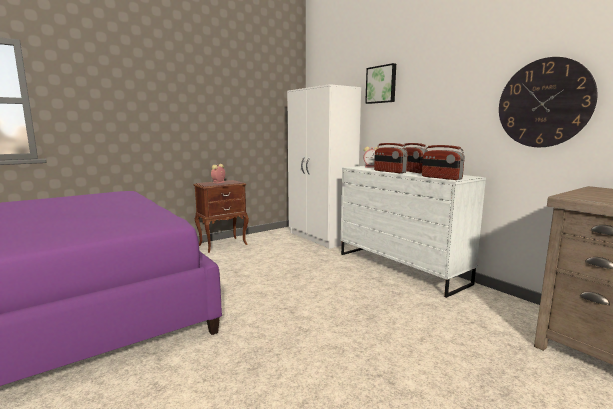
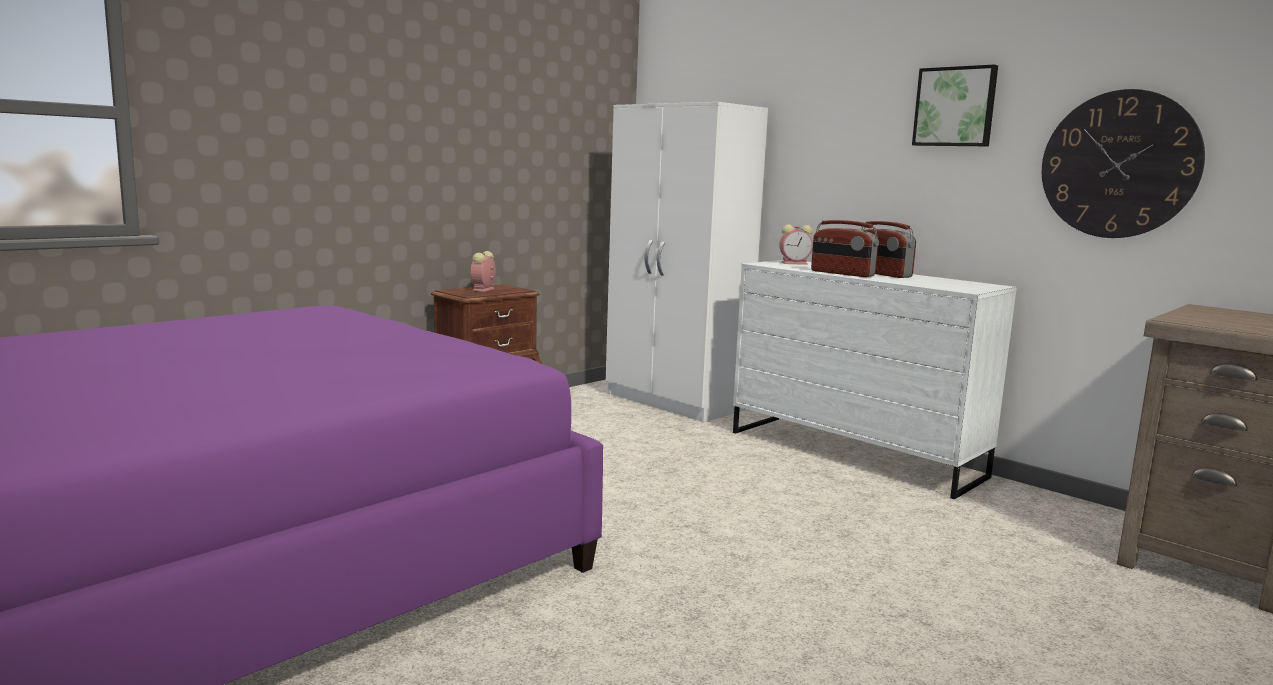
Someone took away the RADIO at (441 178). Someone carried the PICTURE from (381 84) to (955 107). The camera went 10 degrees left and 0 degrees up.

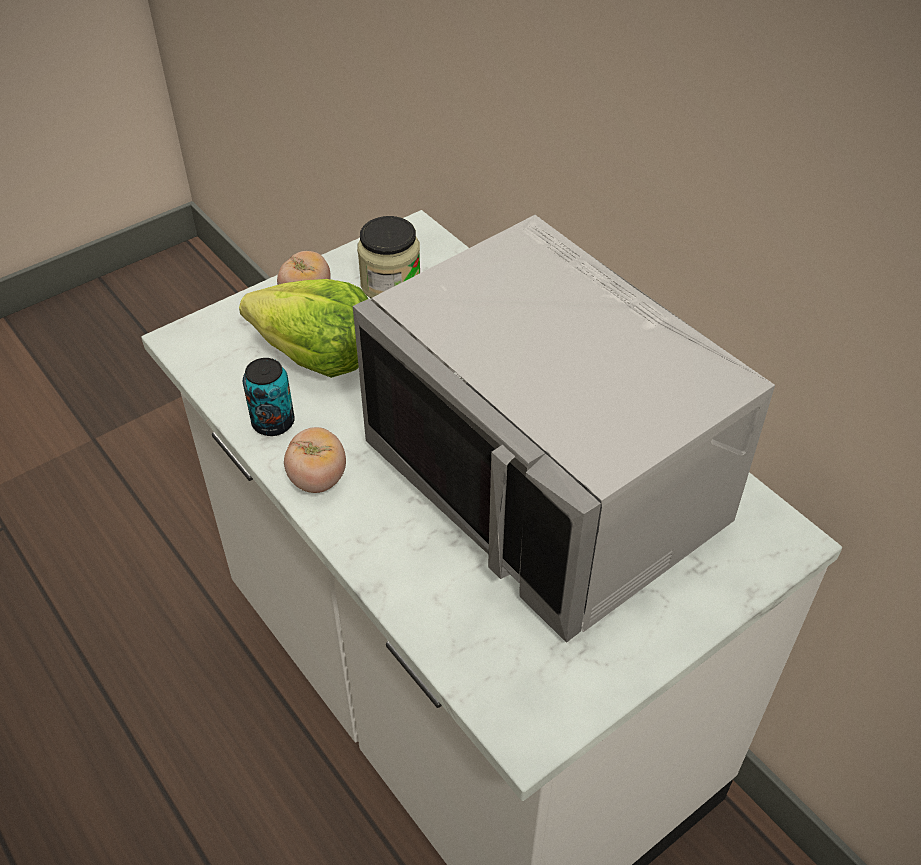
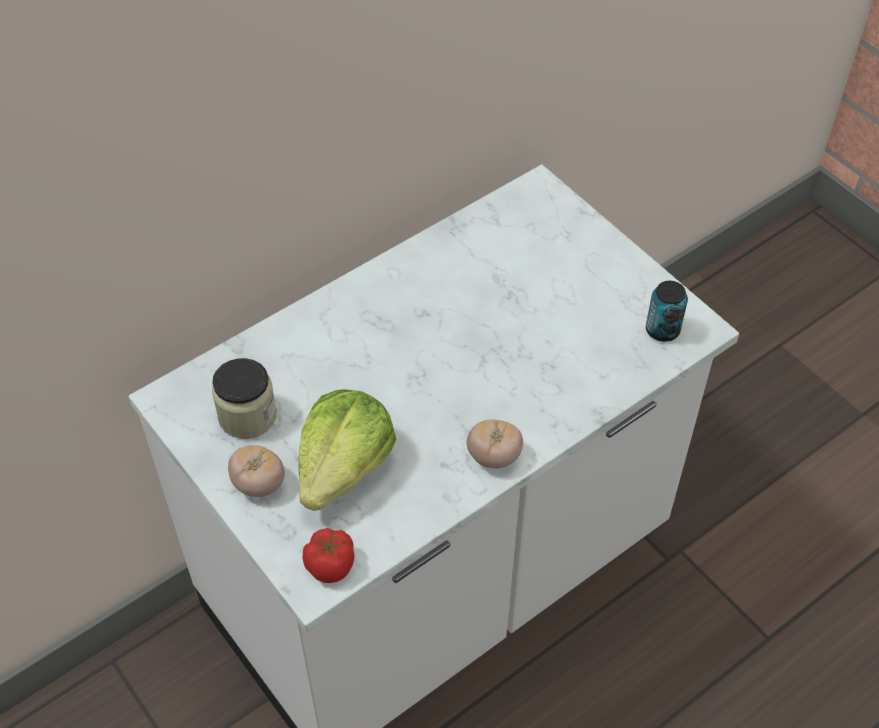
Someone took away the GREY MICROWAVE at (549 483). Someone put down the TOMATO at (331 564). Someone carried the CAN from (273 423) to (662 330). The camera went 90 degrees left and 5 degrees up.

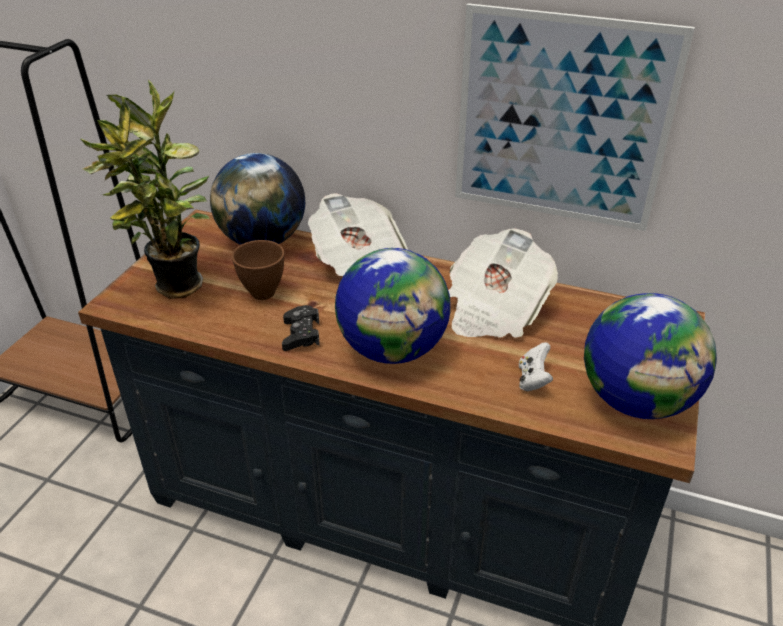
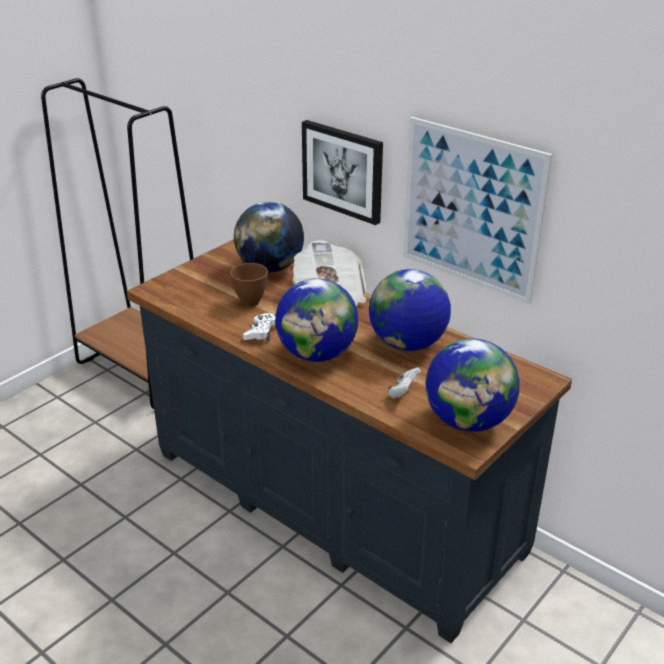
Someone took away the POTTED PLANT at (176 289). Someone put up the PICTURE at (343 171). Someone swapped the NEWSPAPER at (494 309) for the GLOBE at (407 344). Someone repainted the BLACK GAME CONTROLLER at (301 334), which became the WHITE GAME CONTROLLER at (261 332). The camera went 20 degrees right and 5 degrees down.

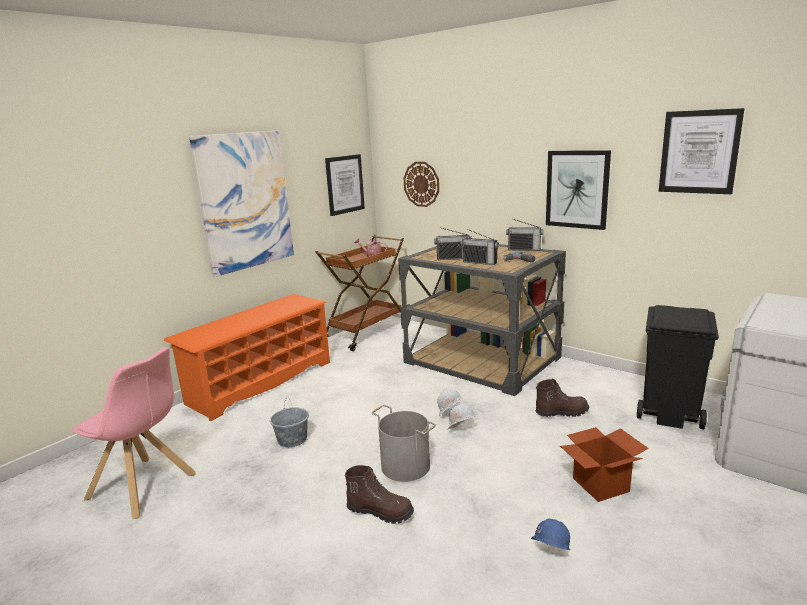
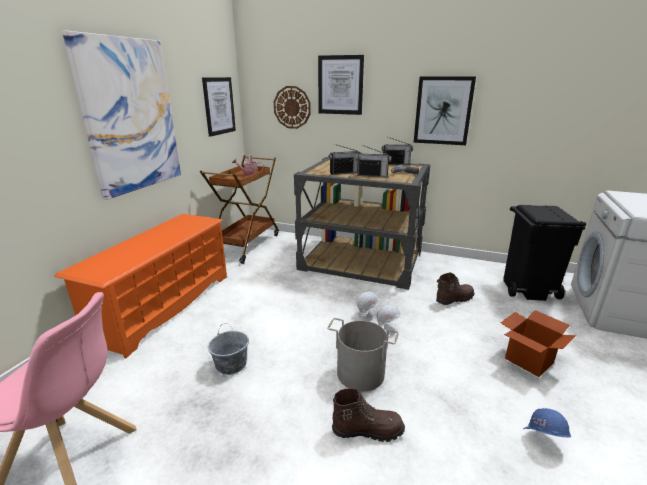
Someone carried the PICTURE from (699 152) to (340 85). The camera went 20 degrees left and 5 degrees up.

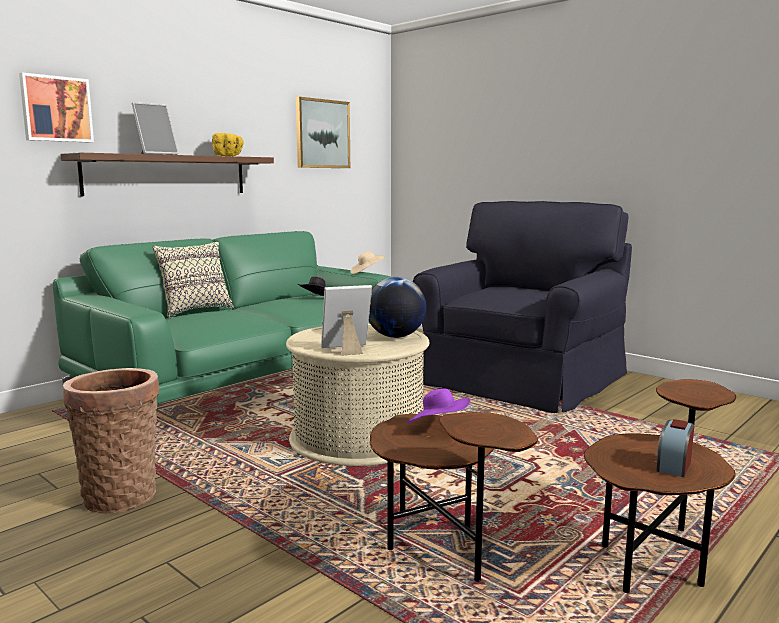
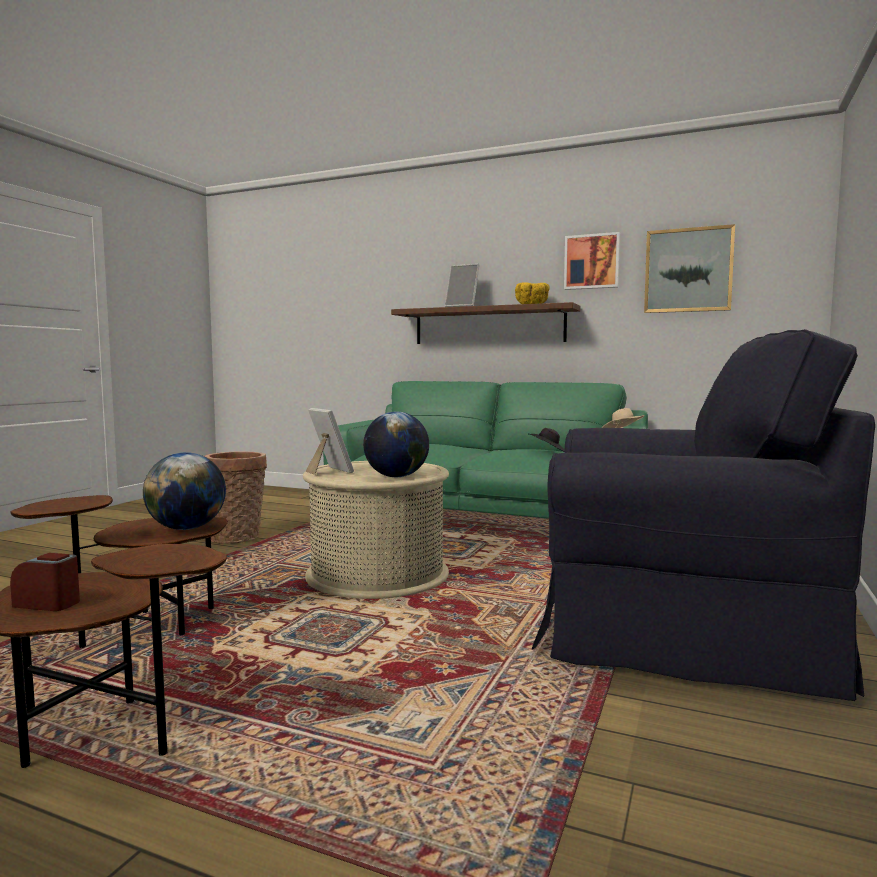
Someone took away the BEIGE PILLOW at (196 311). Someone carried the PICTURE from (56 109) to (592 262). Someone swapped the PURPLE HAT at (438 427) for the GLOBE at (187 528). The camera went 70 degrees right and 5 degrees down.

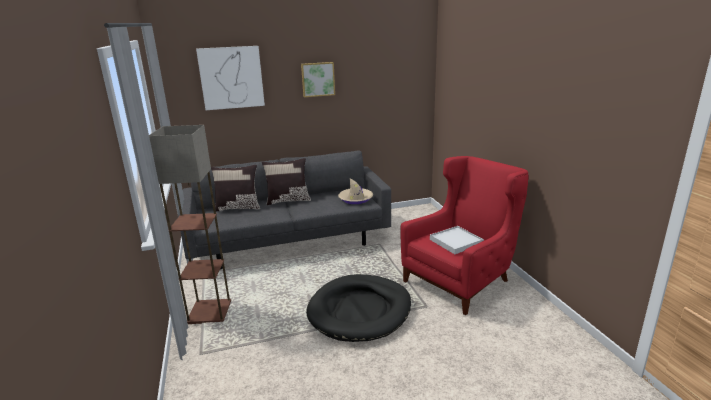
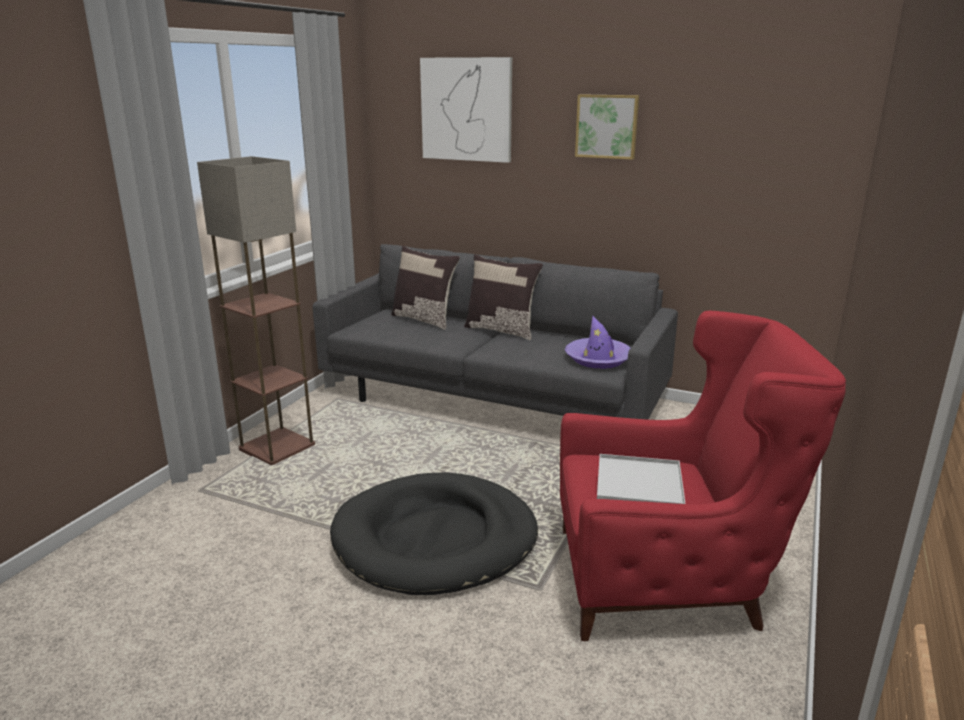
Someone repainted the BEIGE HAT at (355 199), which became the PURPLE HAT at (598 359). The camera went 40 degrees right and 0 degrees up.

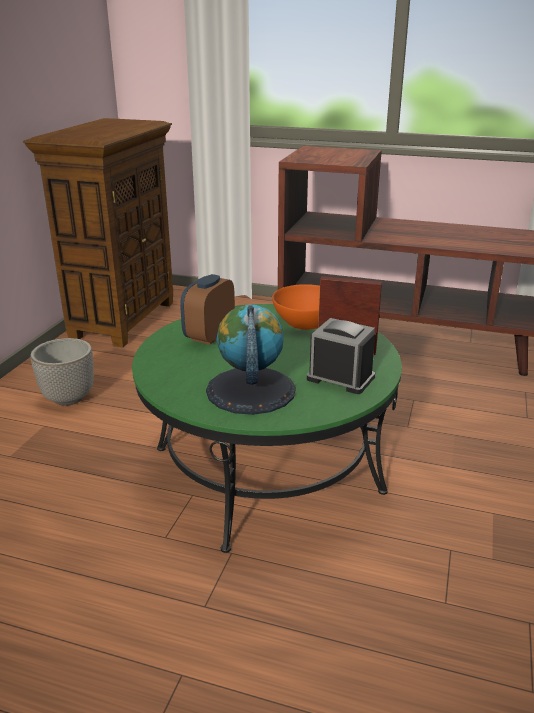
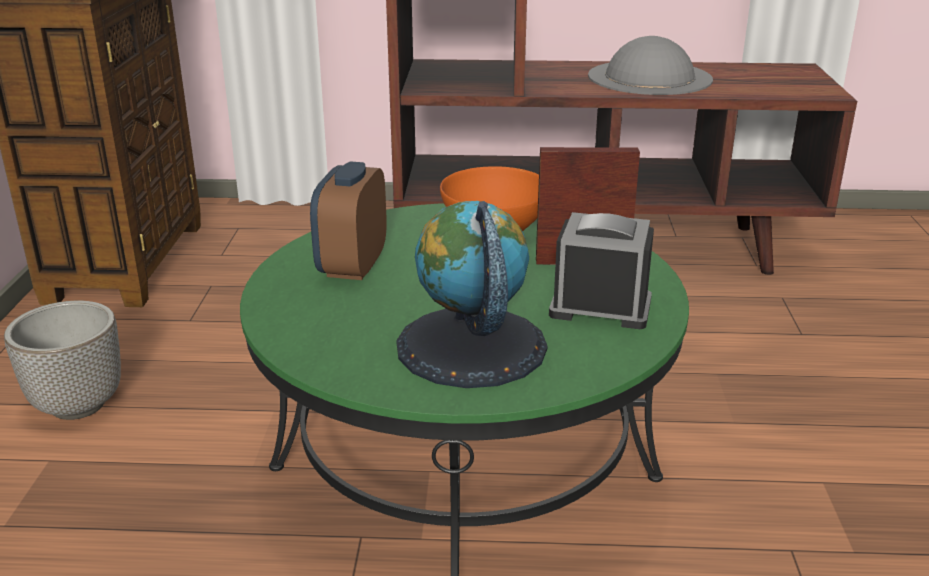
Someone put down the GREY HAT at (649 77). The camera went 15 degrees left and 0 degrees up.

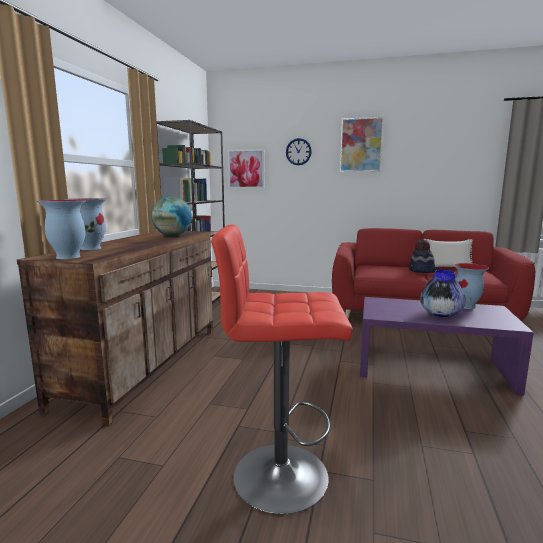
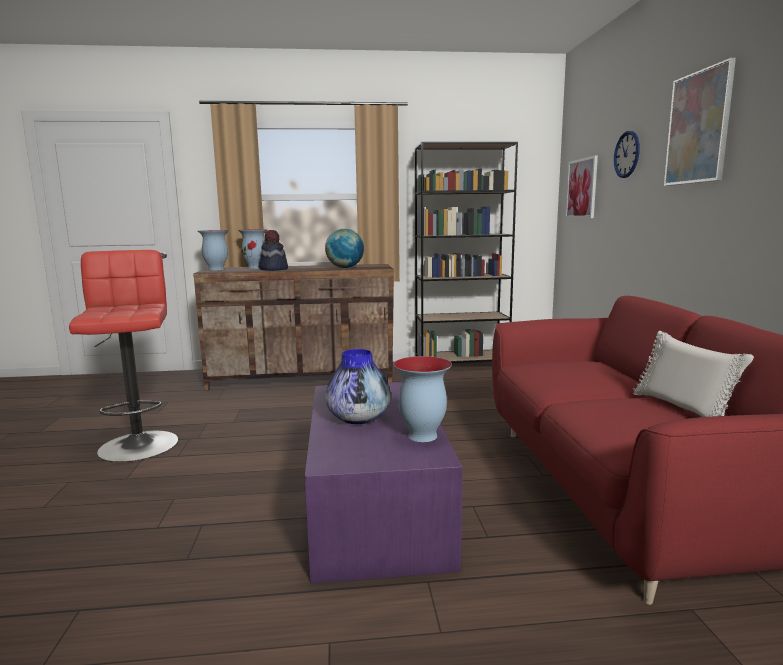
Someone carried the HAT from (421 271) to (273 269). The camera went 70 degrees right and 0 degrees up.

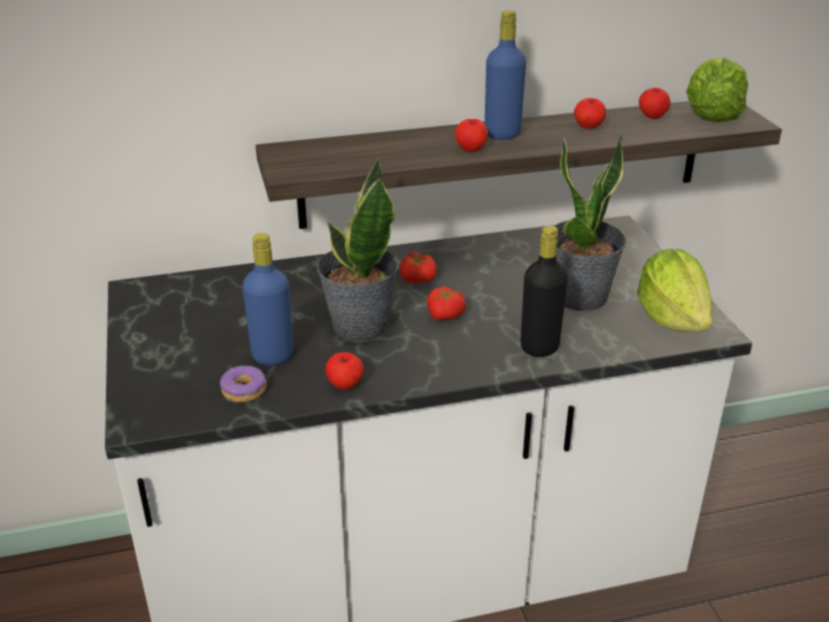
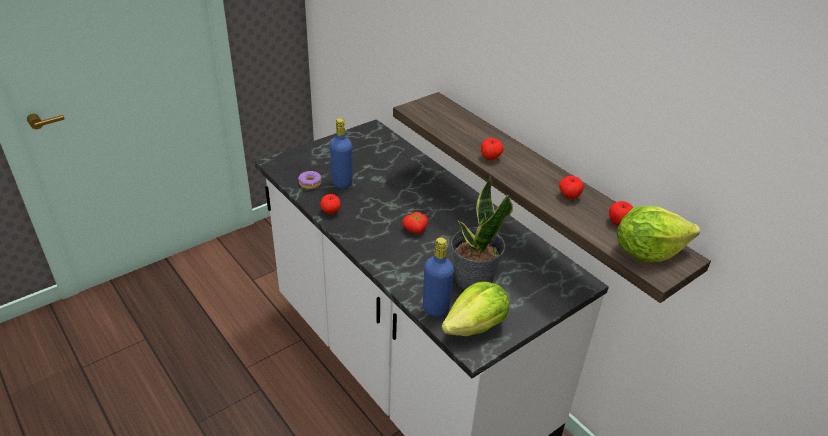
Someone took away the POTTED PLANT at (359 326). Someone took away the TOMATO at (416 279). Someone took away the BLACK BOTTLE at (539 347). Someone carried the BLUE BOTTLE from (502 134) to (435 309). The camera went 65 degrees right and 5 degrees up.

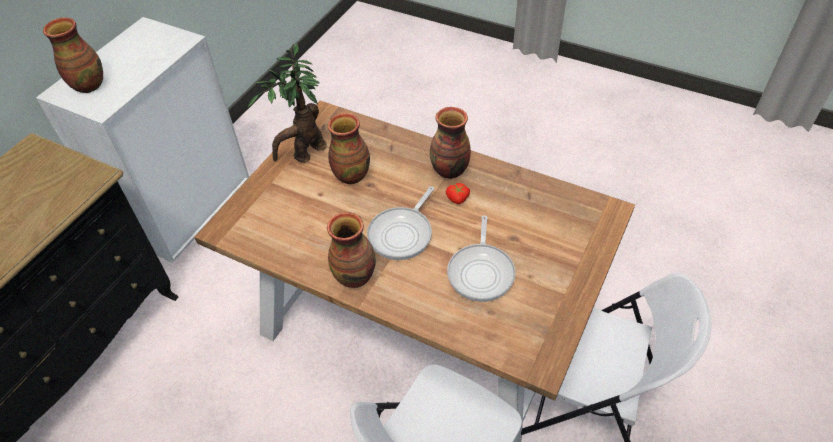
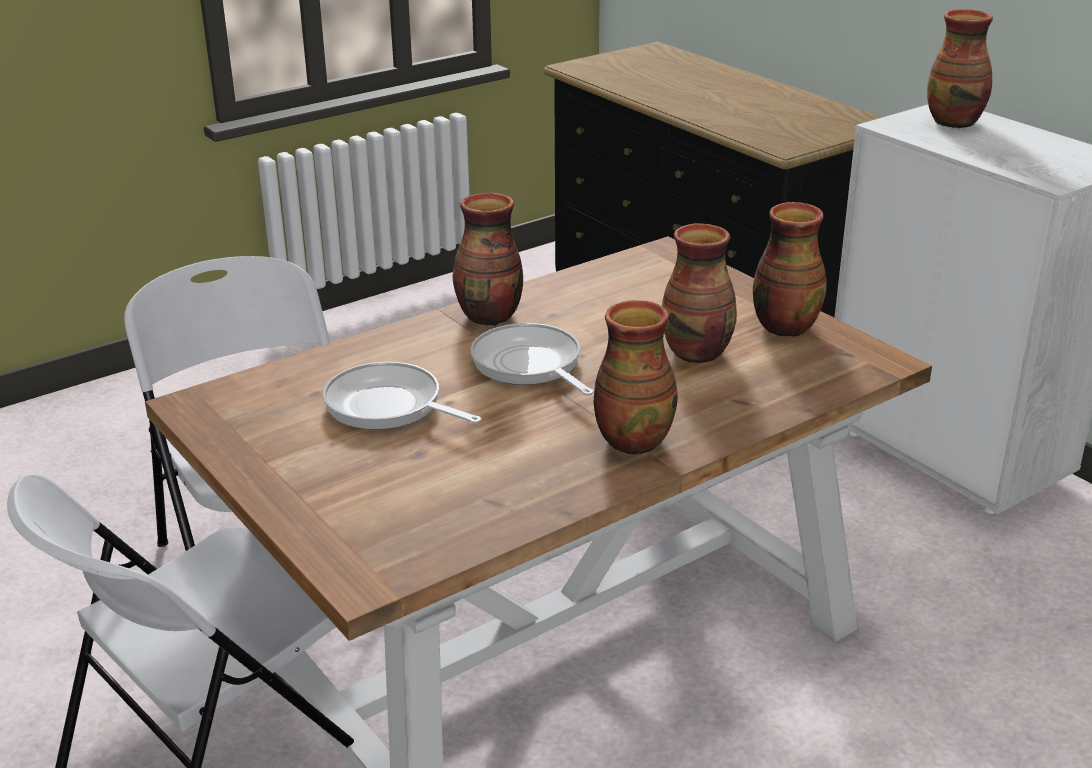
Someone took away the TOMATO at (457 199). Someone swapped the POTTED PLANT at (305 153) for the VASE at (784 327). The camera went 115 degrees right and 20 degrees down.

